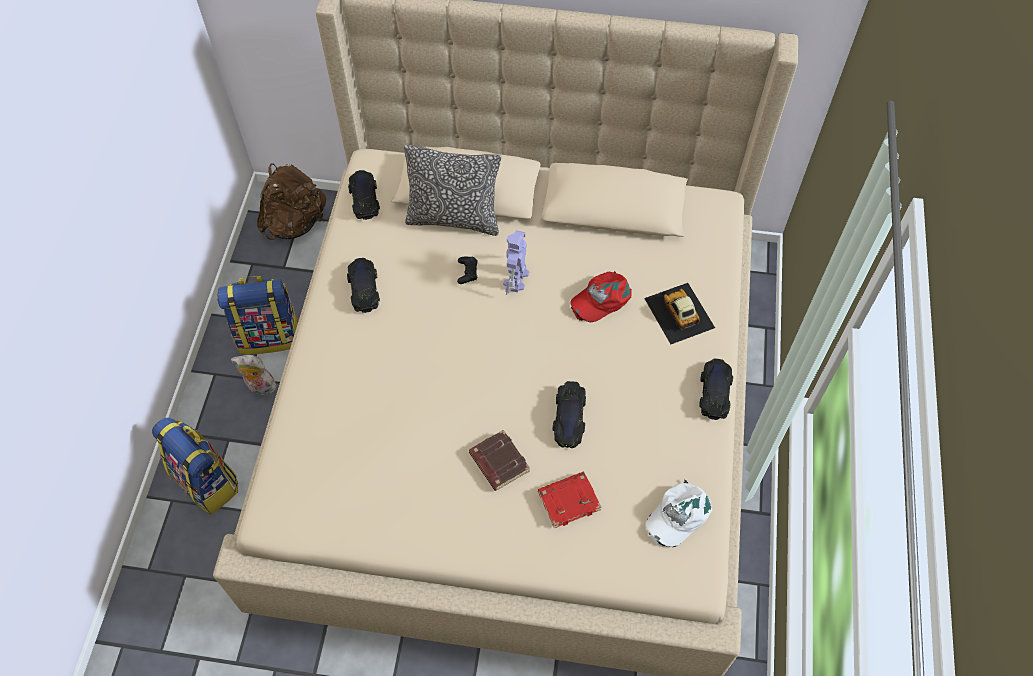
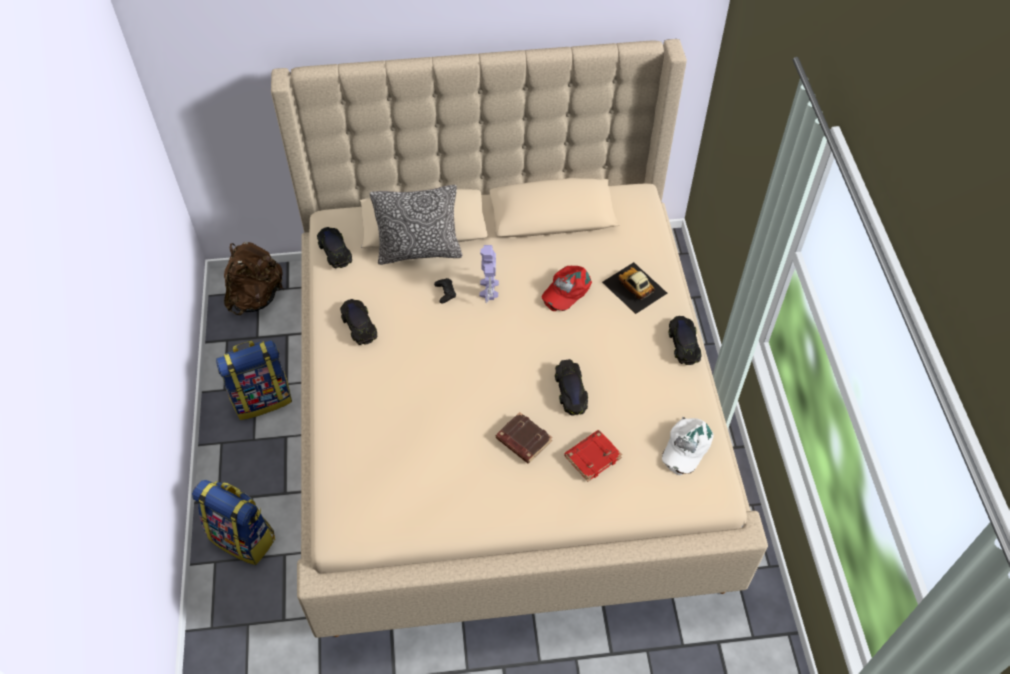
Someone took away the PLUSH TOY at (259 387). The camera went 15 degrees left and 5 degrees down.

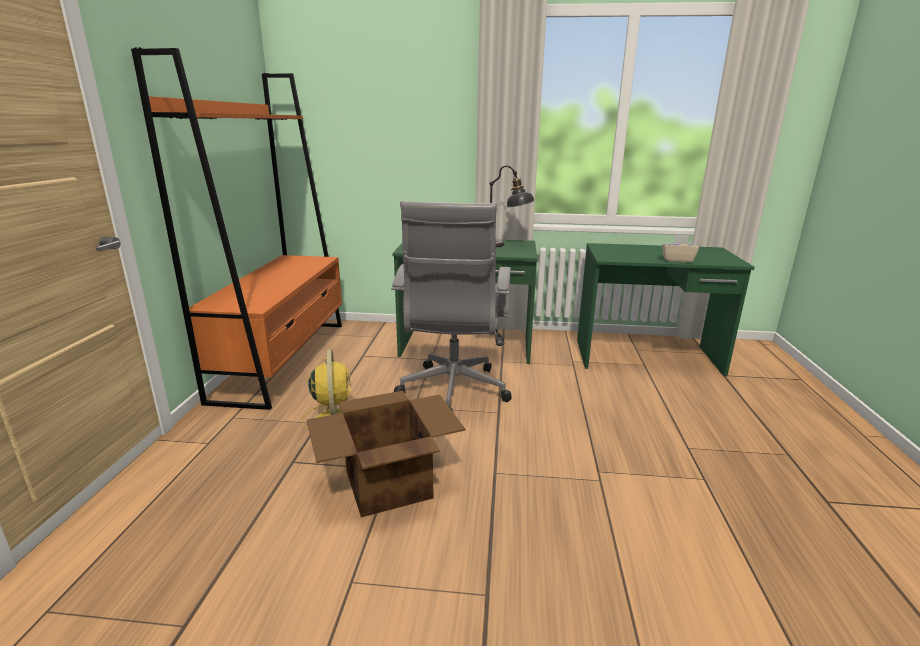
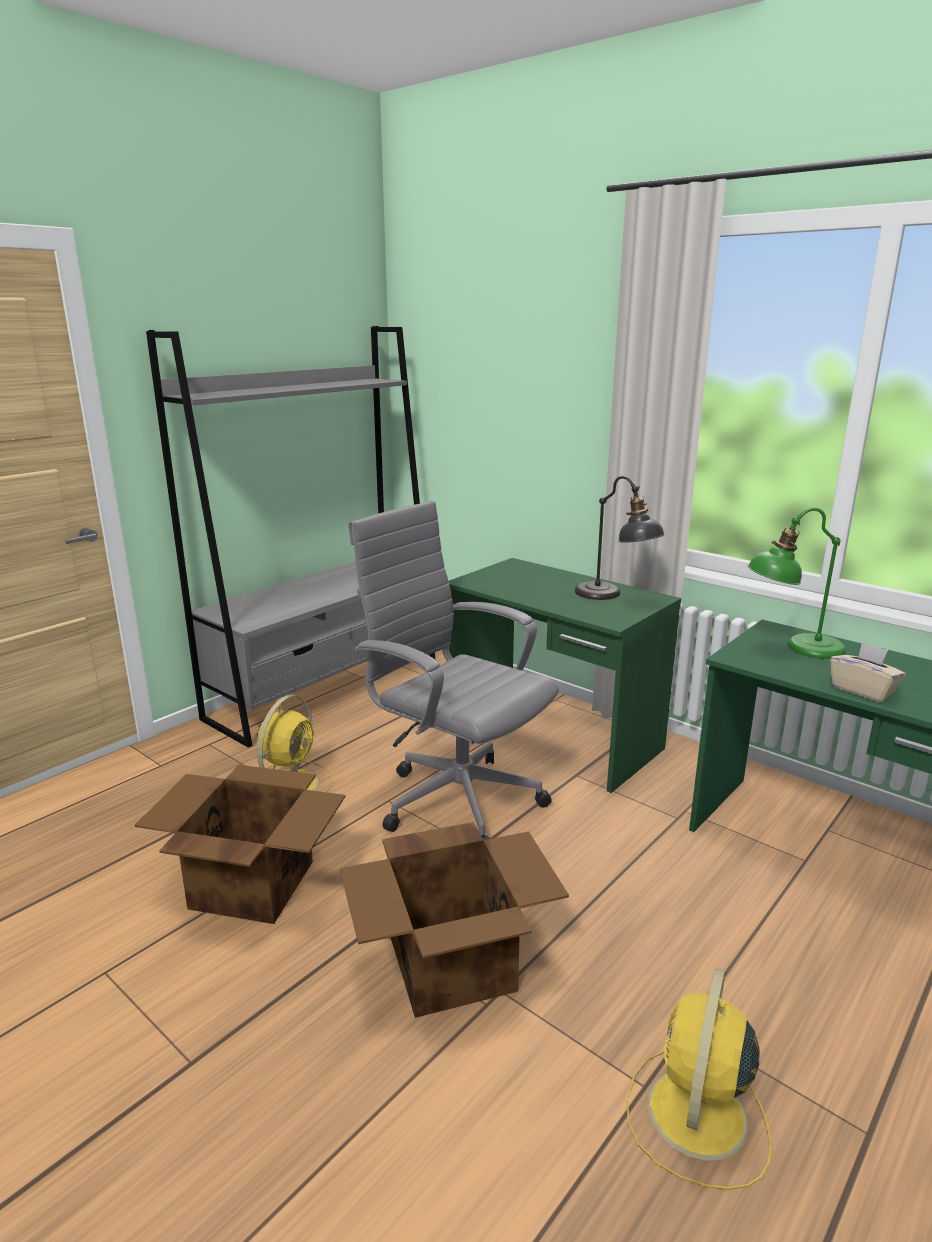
Someone put down the CARDBOARD BOX at (454 963). Someone put down the YELLOW FAN at (696 1117). Someone put down the GREEN TABLE LAMP at (792 648). Someone repainted the ORANGE BOOKCASE at (283 359), which became the GREY BOOKCASE at (327 688). Someone rotated the GREY OFFICE CHAIR at (453 393) by 90 degrees clockwise. The camera went 35 degrees right and 0 degrees up.

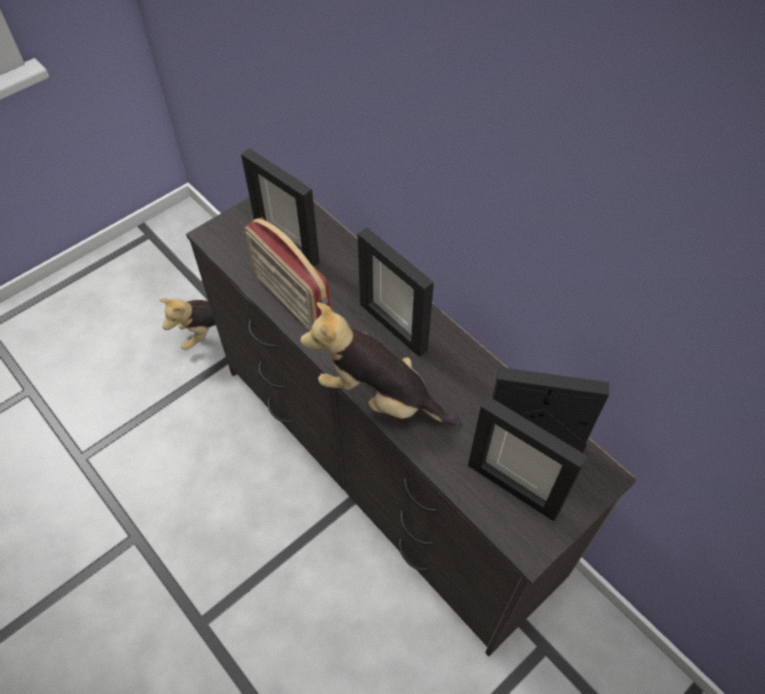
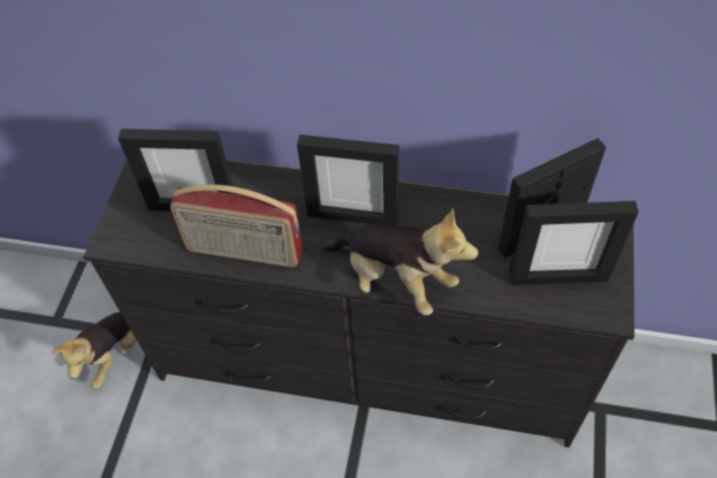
Someone rotated the PLUSH TOY at (379 397) by 135 degrees counterclockwise. The camera went 35 degrees left and 0 degrees up.

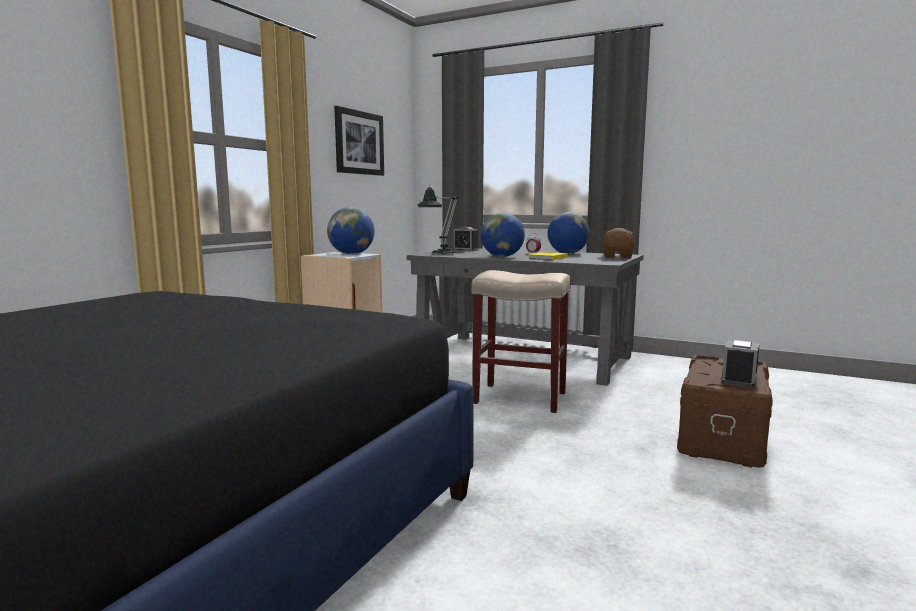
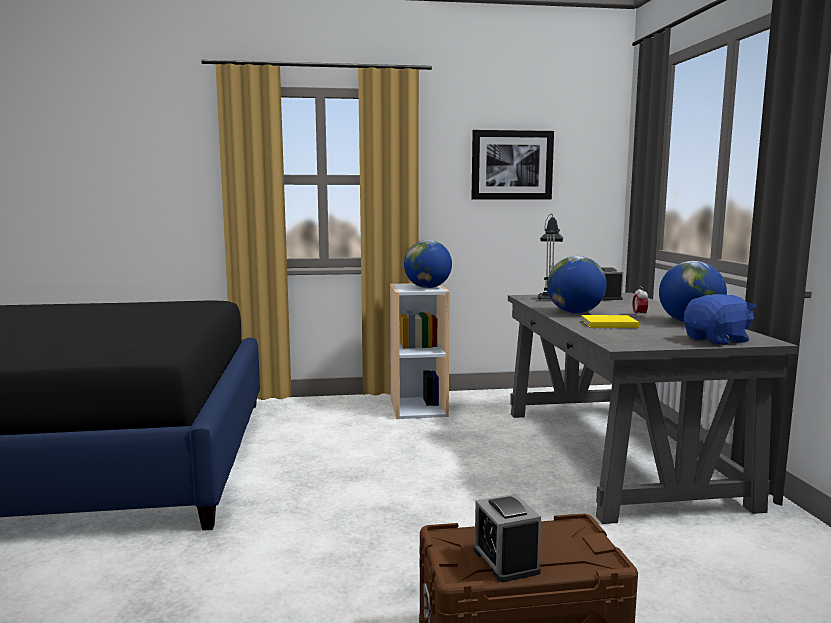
Someone took away the BEIGE STOOL at (518 398). Someone repainted the BROWN PLUSH TOY at (617 257), which became the BLUE PLUSH TOY at (717 340). Someone rotated the ALARM CLOCK at (739 379) by 105 degrees counterclockwise. The camera went 55 degrees right and 0 degrees up.

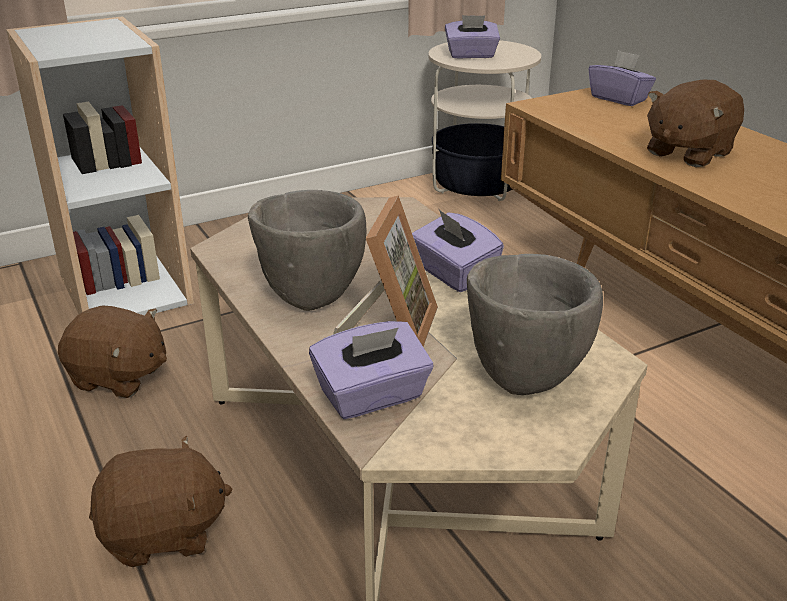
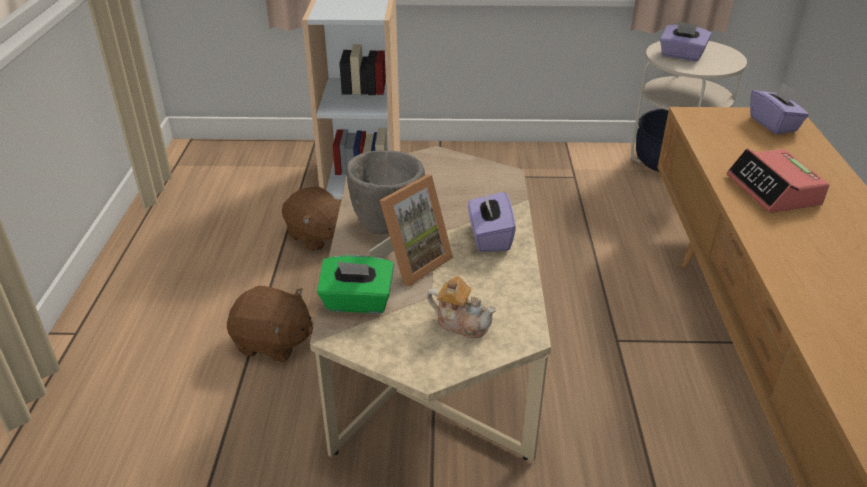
Someone swapped the GREY BOWL at (525 374) for the TEAPOT at (461 323). Someone swapped the BROWN PLUSH TOY at (688 153) for the ALARM CLOCK at (773 191). Someone repainted the PURPLE TISSUE BOX at (372 396), which became the GREEN TISSUE BOX at (357 302). The camera went 30 degrees right and 5 degrees up.

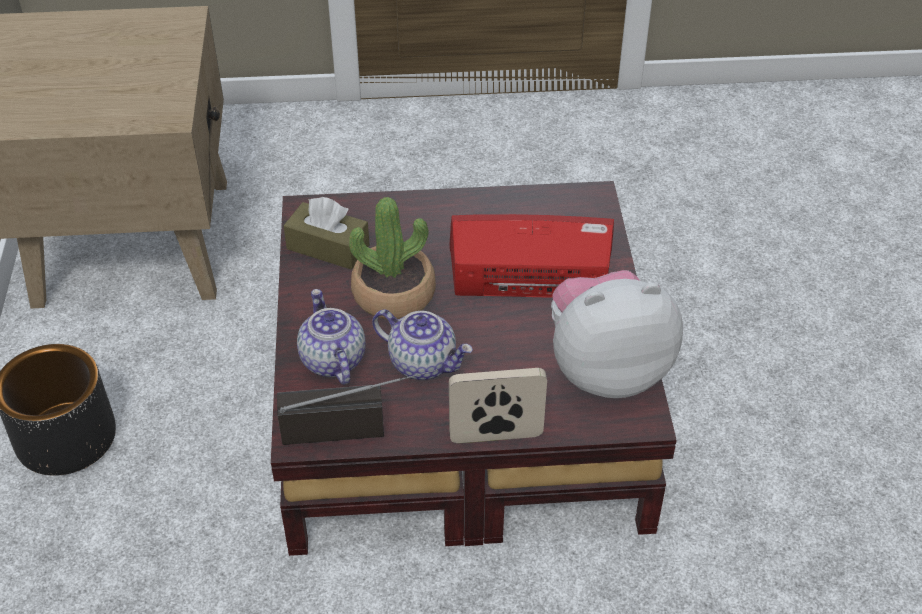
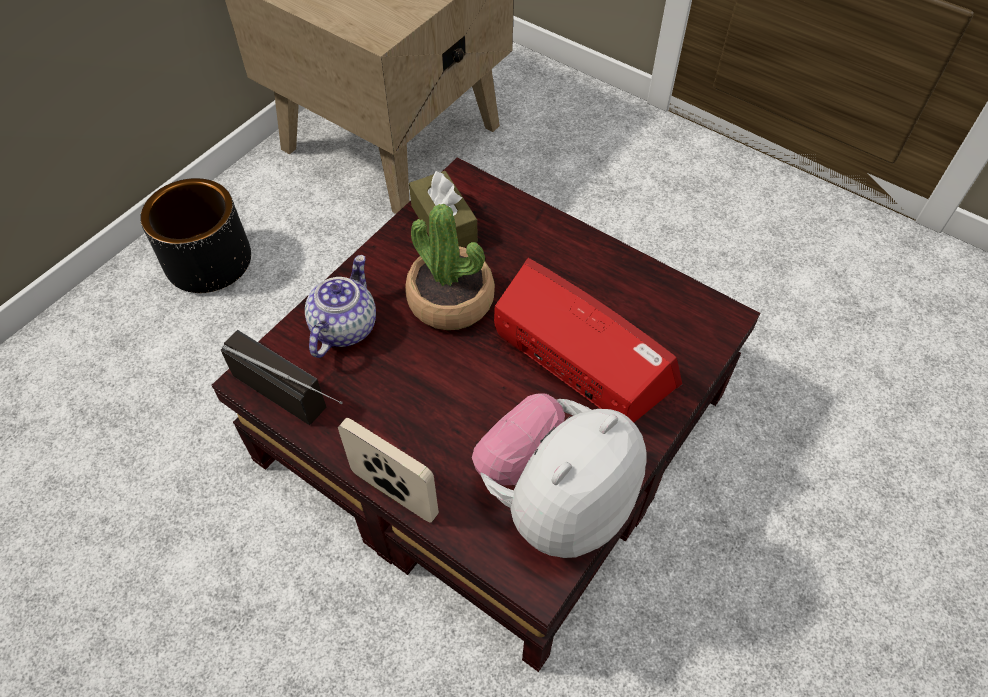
Someone took away the TEAPOT at (423 362). Someone rotated the PLUSH TOY at (606 369) by 75 degrees counterclockwise. The camera went 40 degrees right and 10 degrees up.

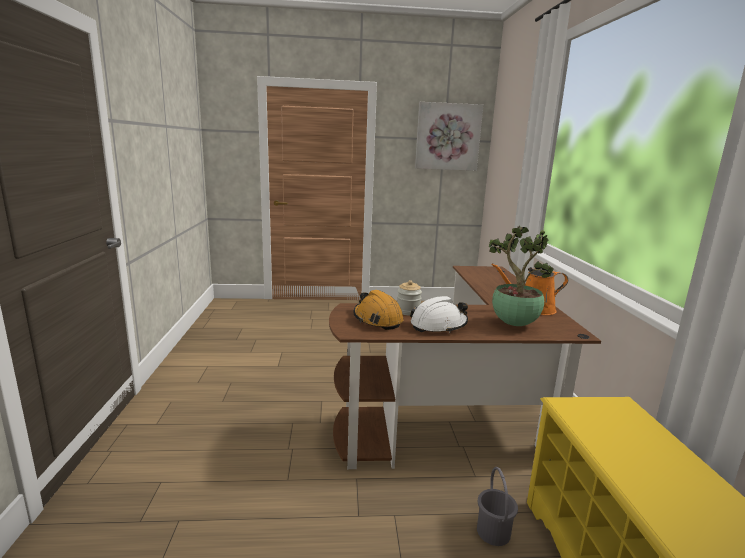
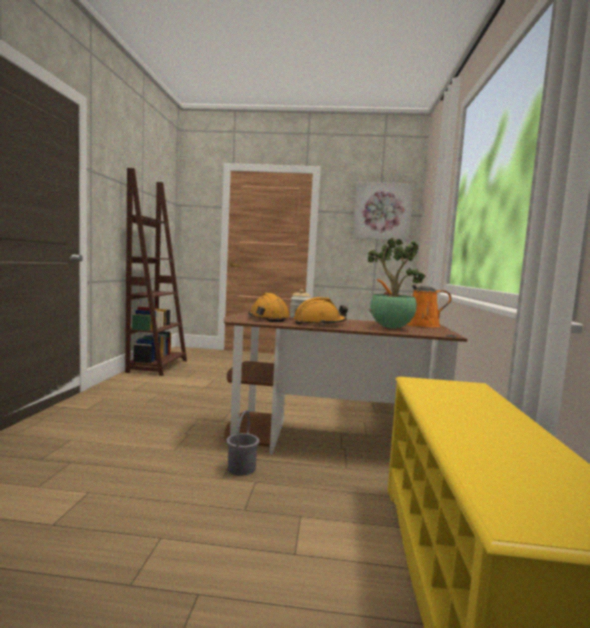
Someone put down the BROWN BOOKCASE at (157 366). Someone carried the GREY BUCKET from (493 532) to (241 468). Someone repainted the WHITE HARD HAT at (438 325), which became the ORANGE HARD HAT at (319 323). The camera went 10 degrees right and 10 degrees down.

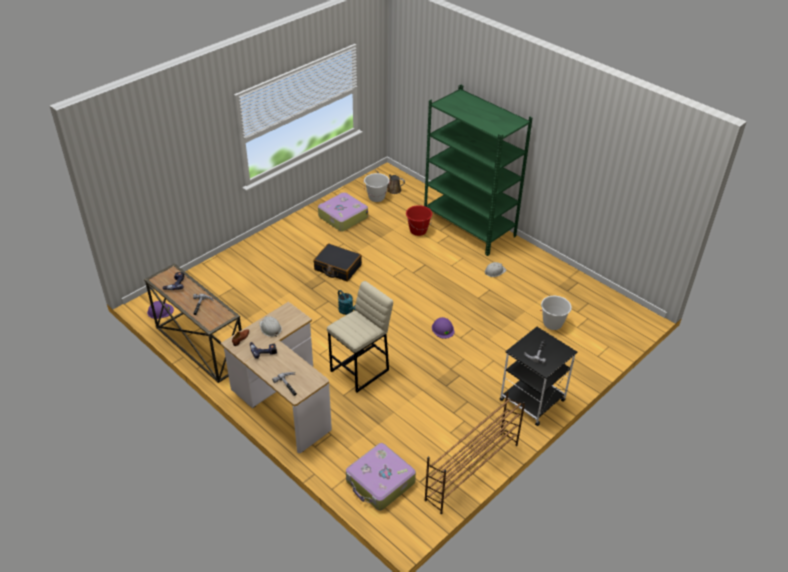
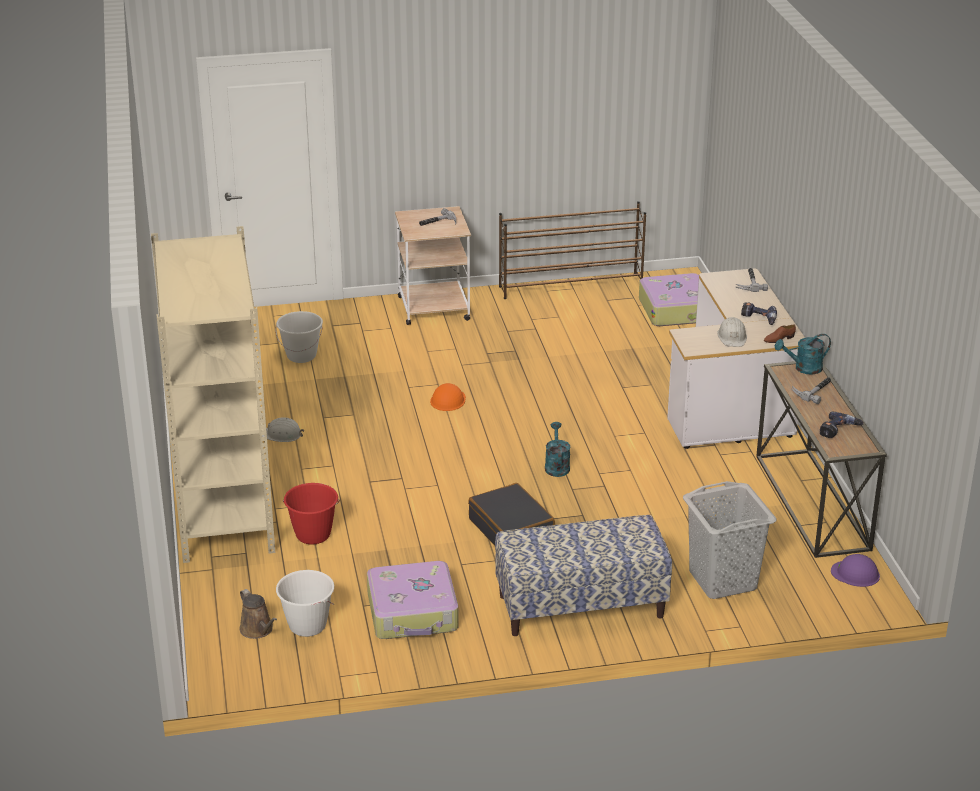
Someone took away the BEIGE STOOL at (360 369). Someone put down the BENCH at (580 607). Someone put down the GREY LAUNDRY BASKET at (722 580). Someone put down the TURQUOISE WATERING CAN at (803 368). Someone repainted the GREEN BOOKCASE at (469 227), which became the BEIGE BOOKCASE at (223 508). Someone repainted the PURPLE HARD HAT at (443 329), which became the ORANGE HARD HAT at (448 400). Someone repainted the BLACK CART at (531 401), which became the BEIGE CART at (435 308). The camera went 145 degrees left and 10 degrees down.

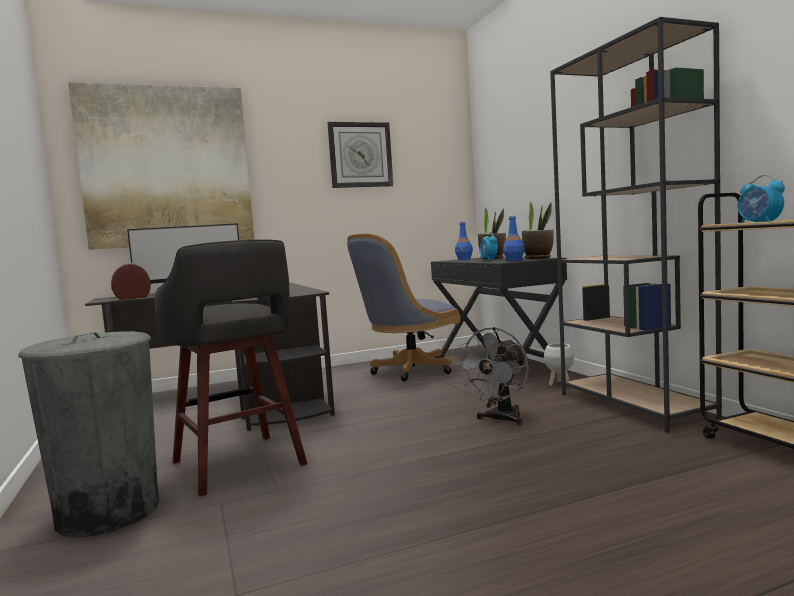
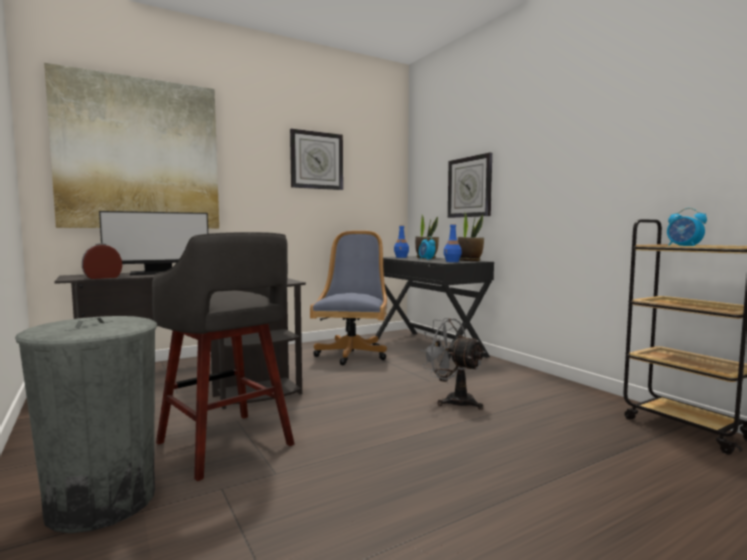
Someone took away the WHITE PLANTER at (559 384). Someone took away the BOOKCASE at (635 405). Someone put up the WALL CLOCK at (470 187). Someone rotated the BLUE OFFICE CHAIR at (407 373) by 150 degrees clockwise. Someone rotated the GREY FAN at (500 420) by 105 degrees clockwise. The camera went 10 degrees left and 0 degrees up.

